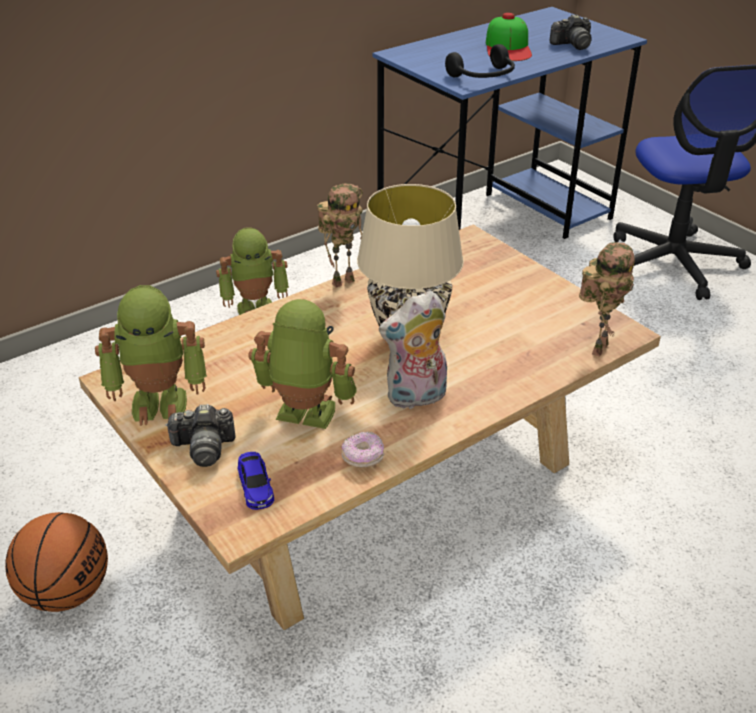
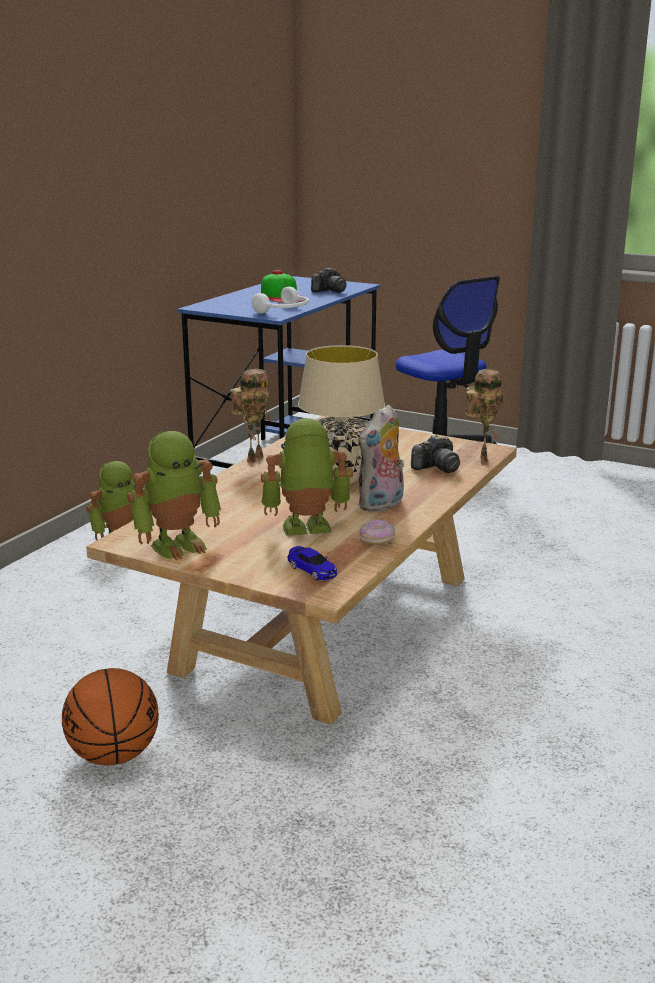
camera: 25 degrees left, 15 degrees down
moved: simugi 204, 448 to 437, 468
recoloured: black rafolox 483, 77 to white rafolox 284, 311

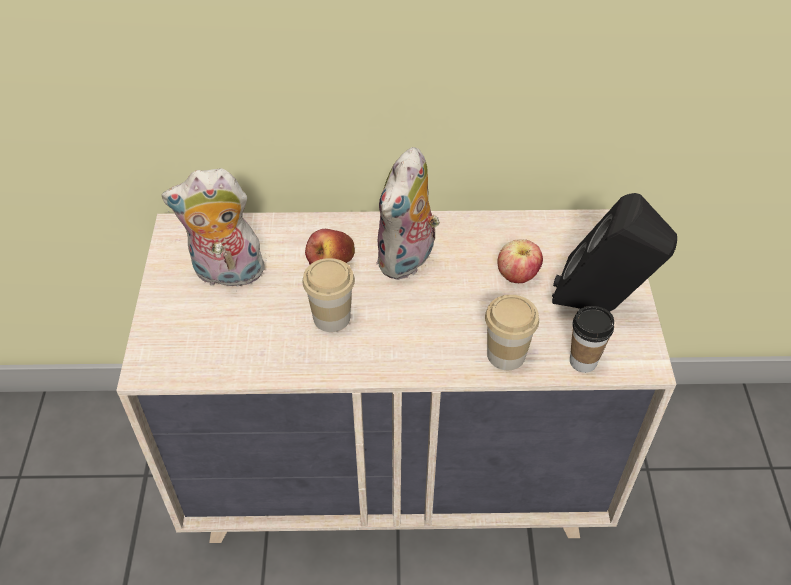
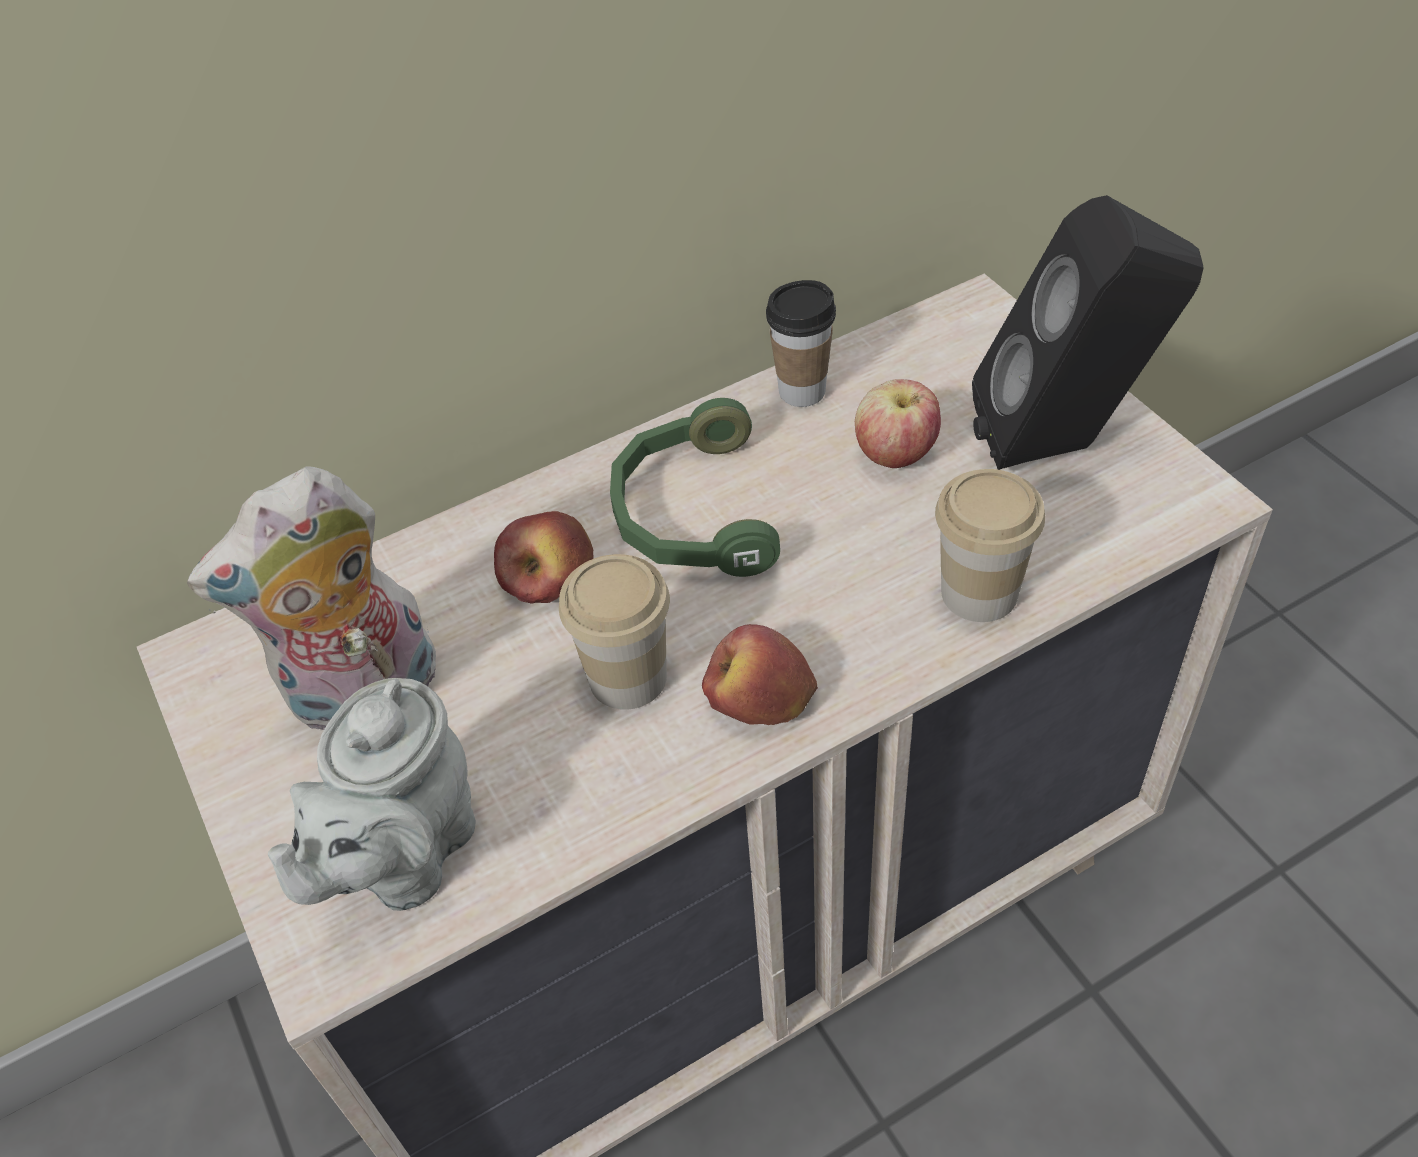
camera: 25 degrees left, 0 degrees up
added: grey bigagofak 404, 856; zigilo 759, 695
moved: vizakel 583, 361 to 802, 391
replaced: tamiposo 407, 260 to green rafolox 691, 513

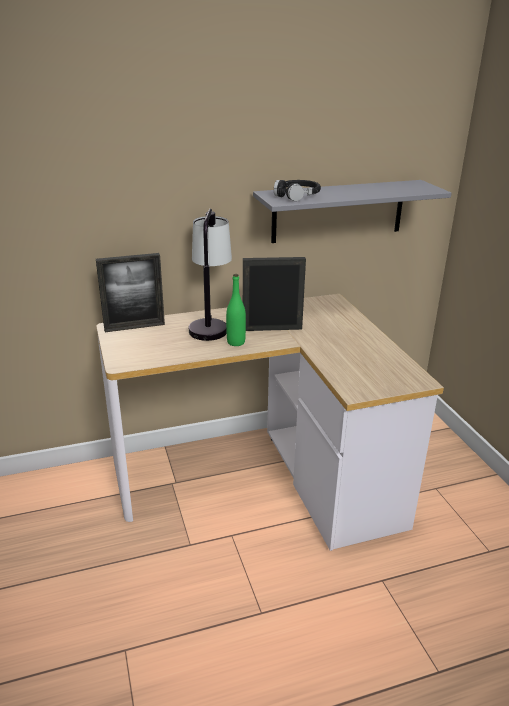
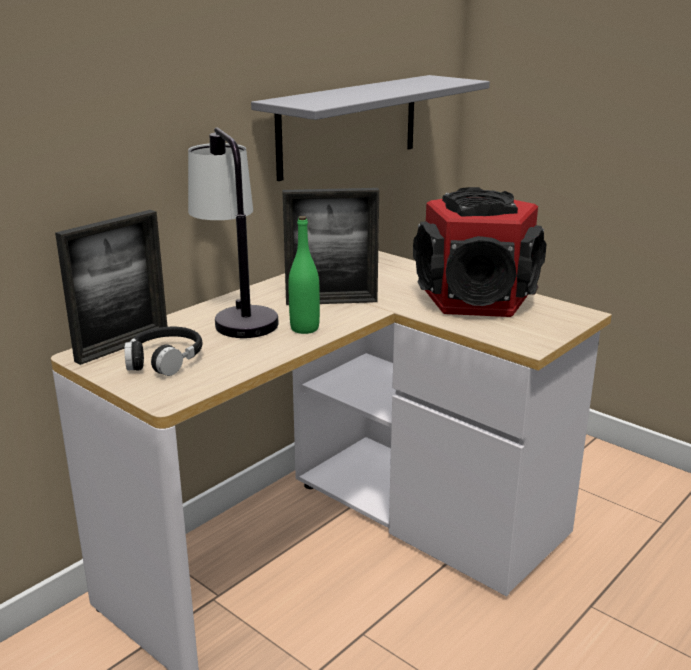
camera: 30 degrees left, 5 degrees down
added: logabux 477, 299
moved: black rafolox 297, 196 to 164, 360
turned: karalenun 272, 328 = 331, 302 150 degrees counterclockwise

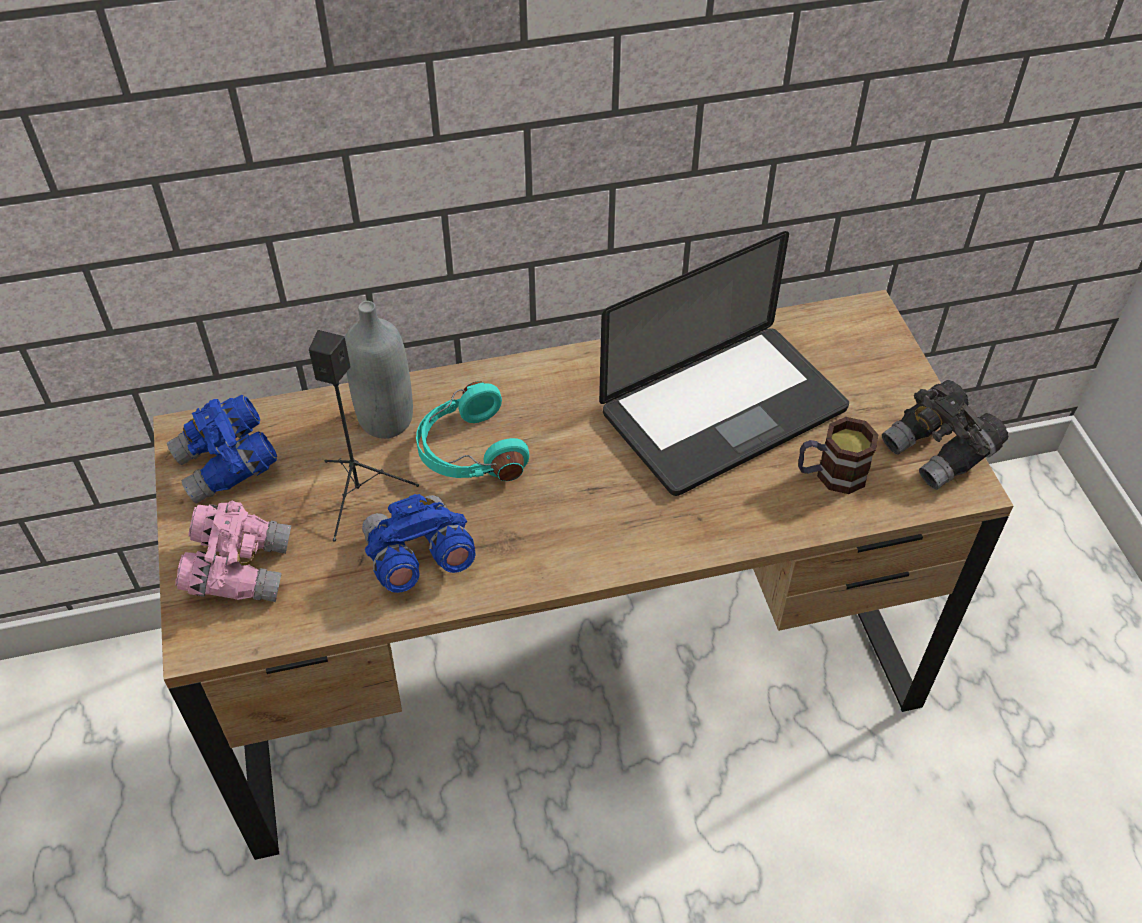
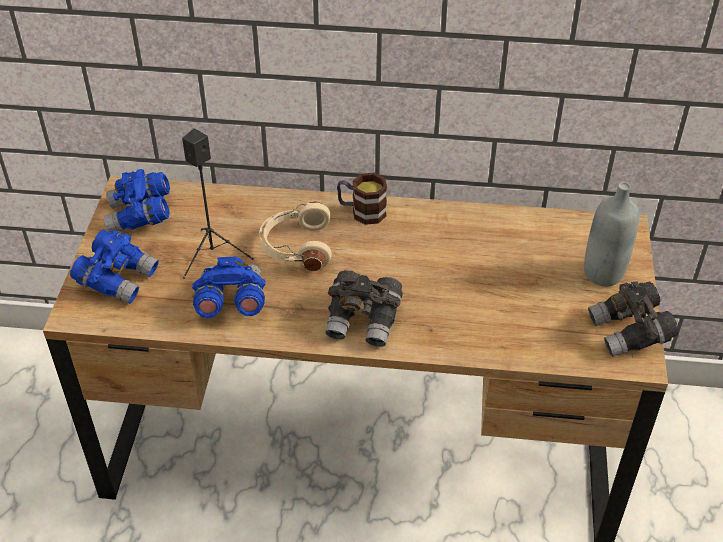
camera: 20 degrees right, 5 degrees down
removed: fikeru 723, 411
added: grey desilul 364, 320
moved: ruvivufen 830, 474 to 361, 211; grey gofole 386, 420 to 603, 273
recoloured: pink desilul 239, 569 to blue desilul 118, 279; turquoise rafolox 469, 451 to beige rafolox 296, 247

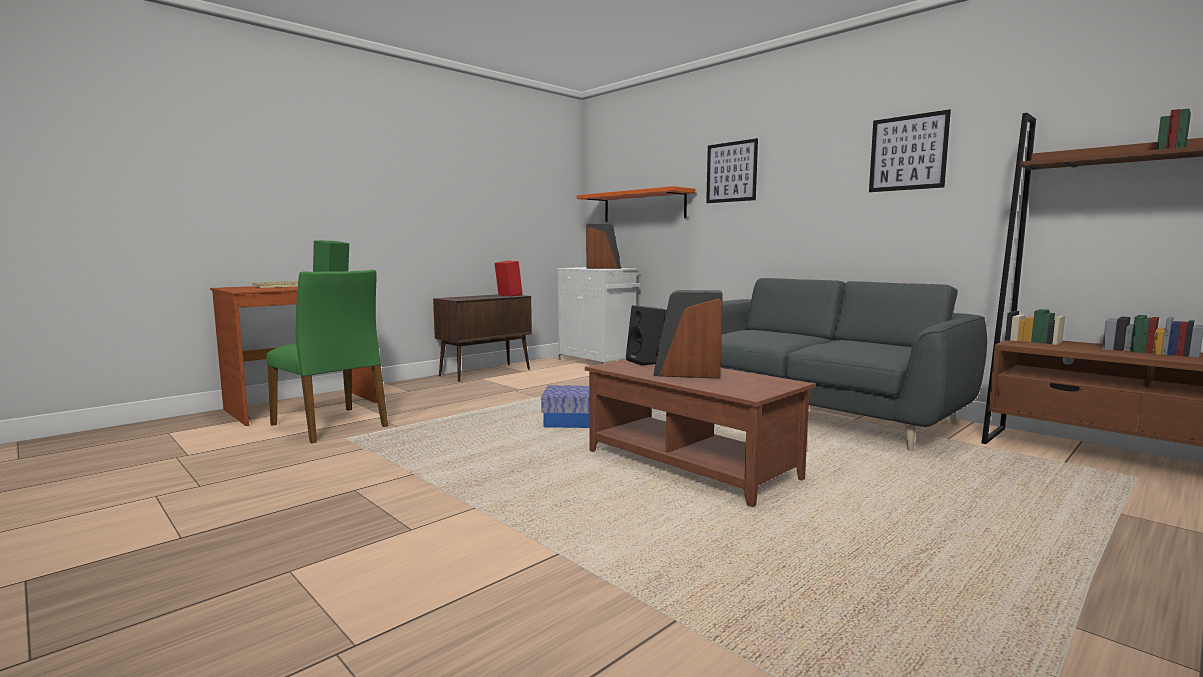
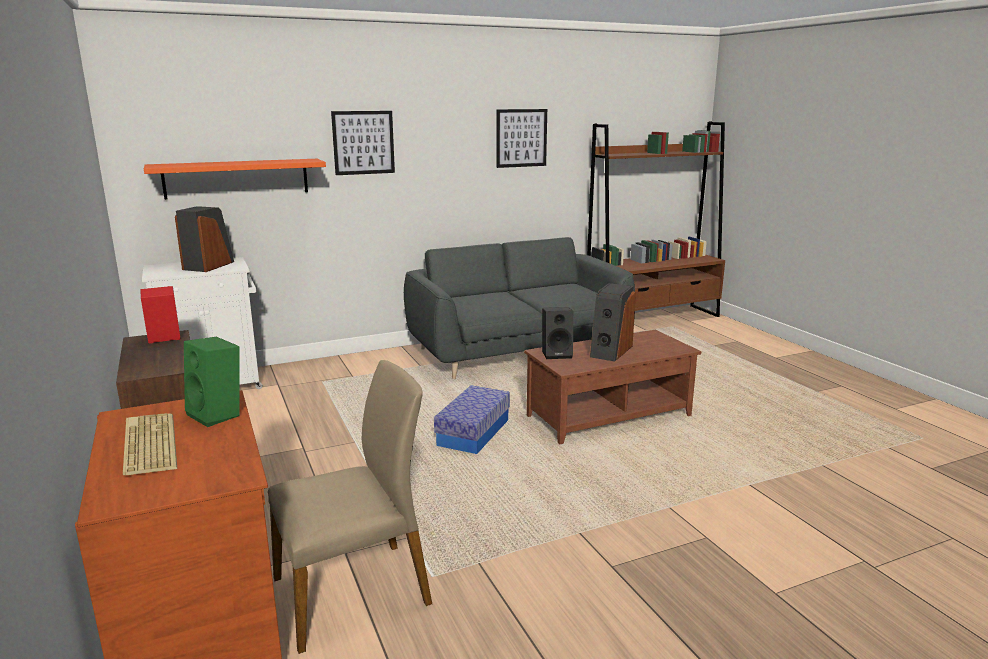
camera: 70 degrees left, 10 degrees up
recoloured: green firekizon 331, 425 to beige firekizon 353, 591

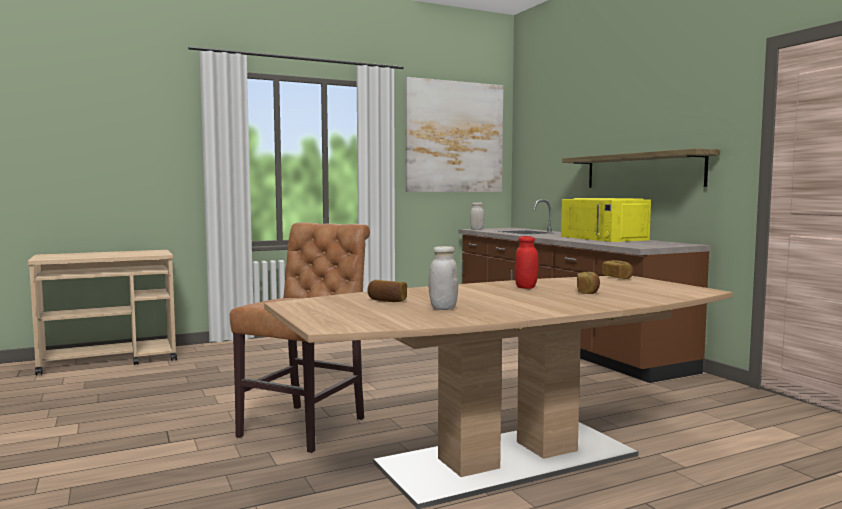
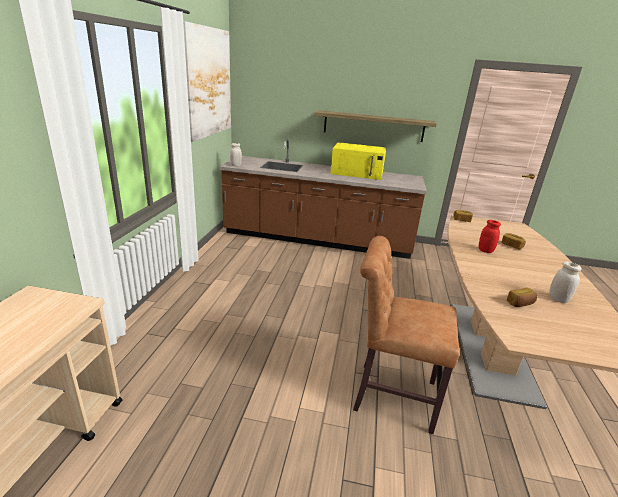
camera: 55 degrees left, 20 degrees up
turned: brown firekizon 307, 425 = 389, 394 45 degrees counterclockwise

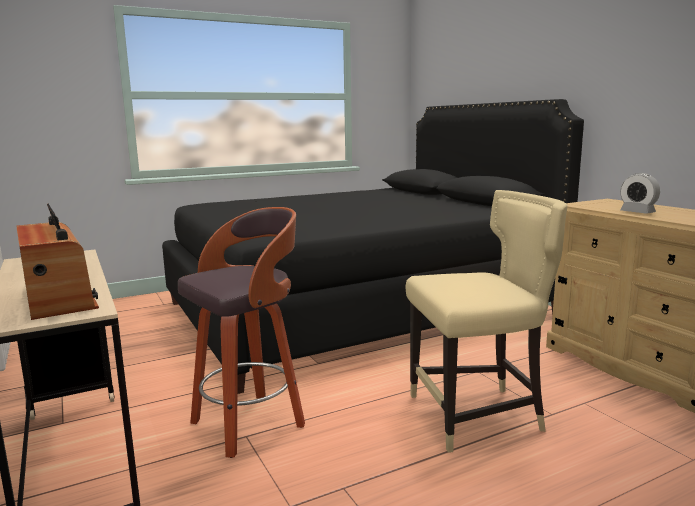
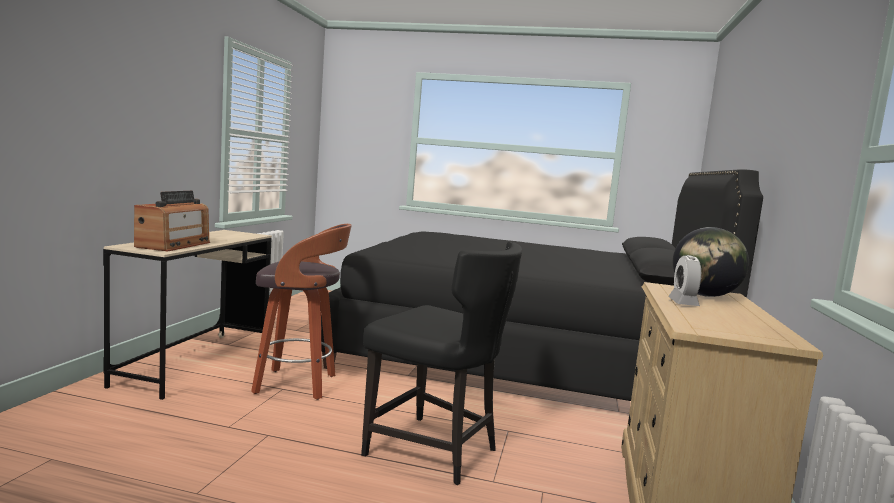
camera: 40 degrees right, 5 degrees down
added: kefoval 704, 295
recoloured: beige firekizon 478, 415 to black firekizon 435, 451

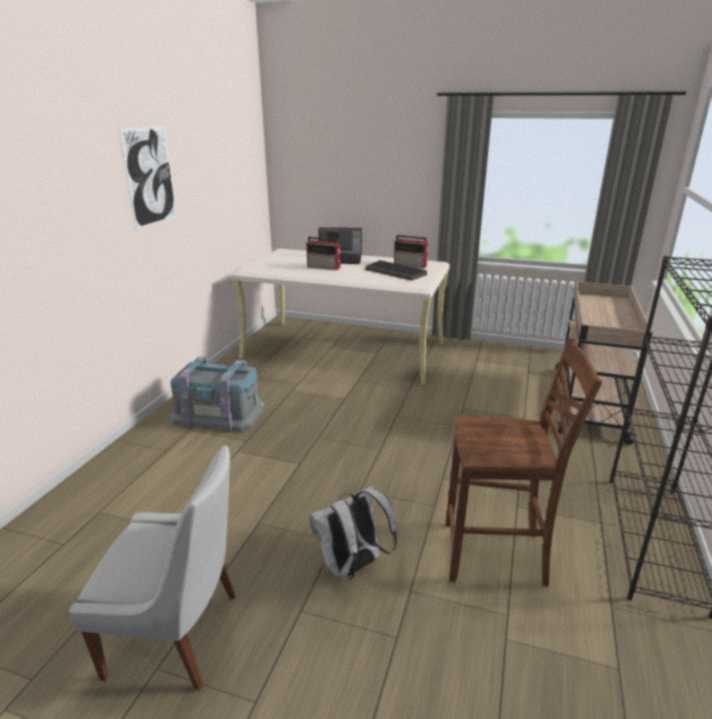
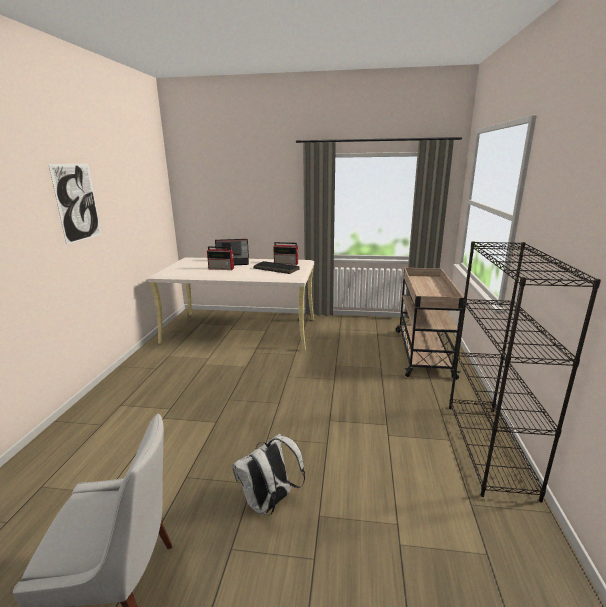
camera: 10 degrees left, 5 degrees down
removed: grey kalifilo 219, 414; brown firekizon 497, 556

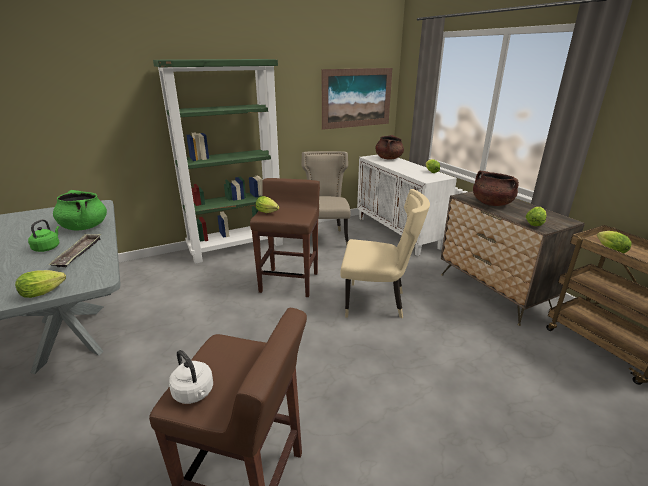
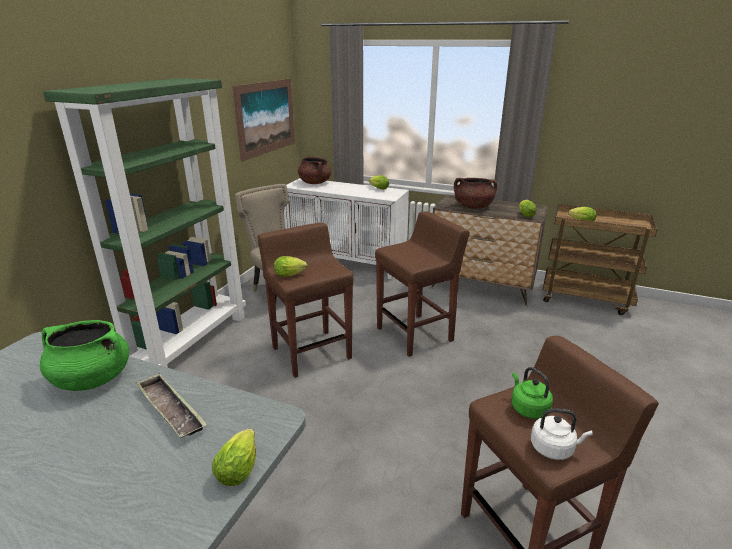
camera: 40 degrees left, 0 degrees up
moved: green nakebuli 48, 248 to 528, 408
replaced: beige firekizon 377, 302 to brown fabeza 415, 334

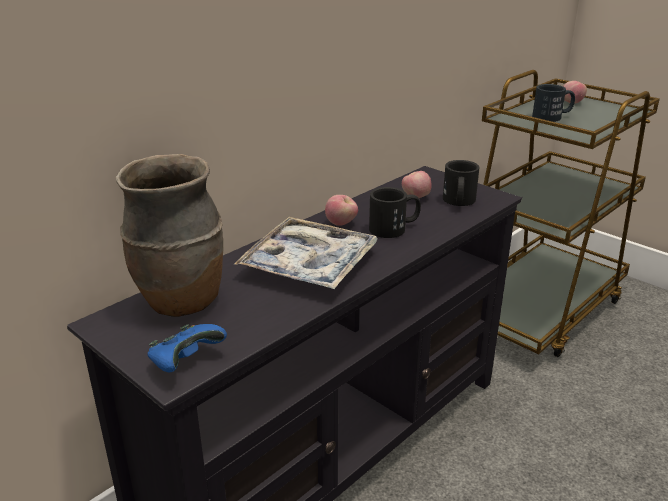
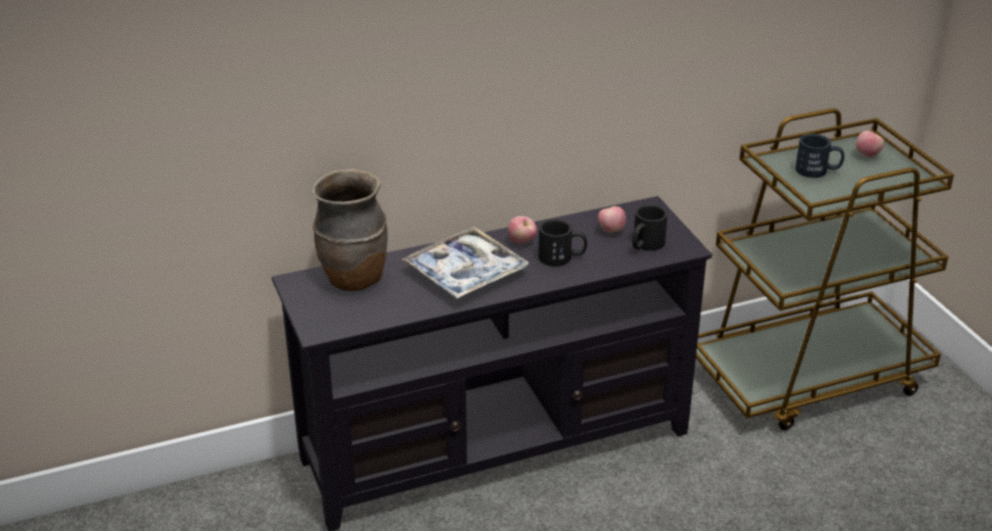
camera: 25 degrees right, 5 degrees up
removed: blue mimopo 186, 362

